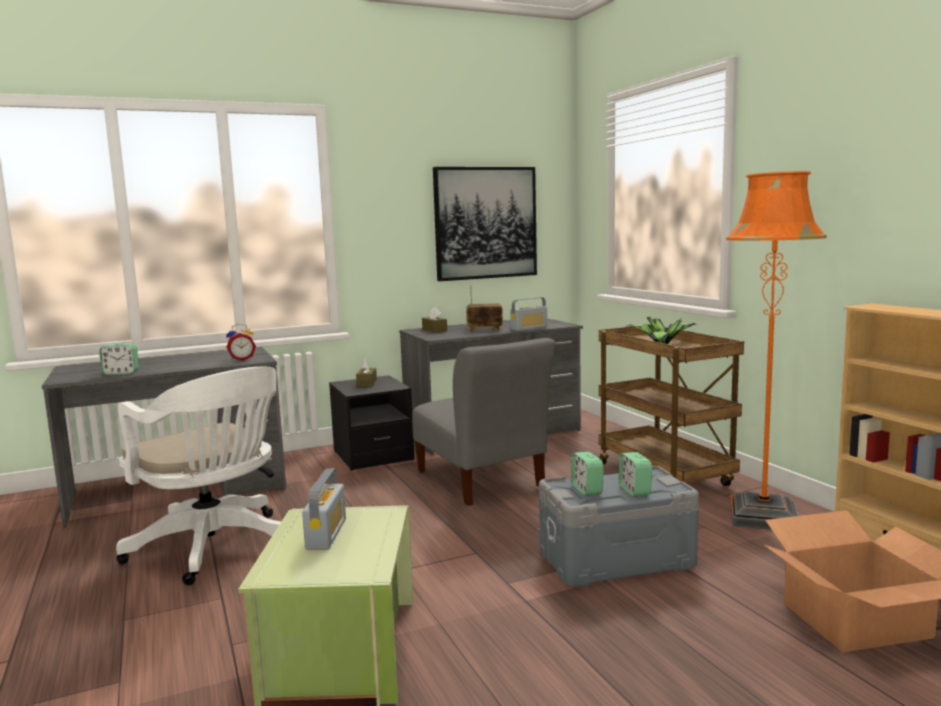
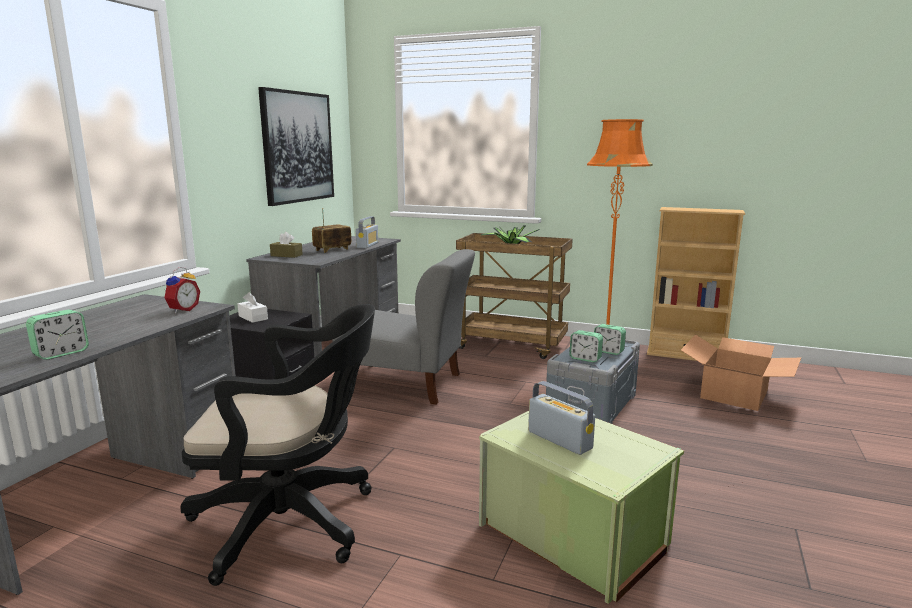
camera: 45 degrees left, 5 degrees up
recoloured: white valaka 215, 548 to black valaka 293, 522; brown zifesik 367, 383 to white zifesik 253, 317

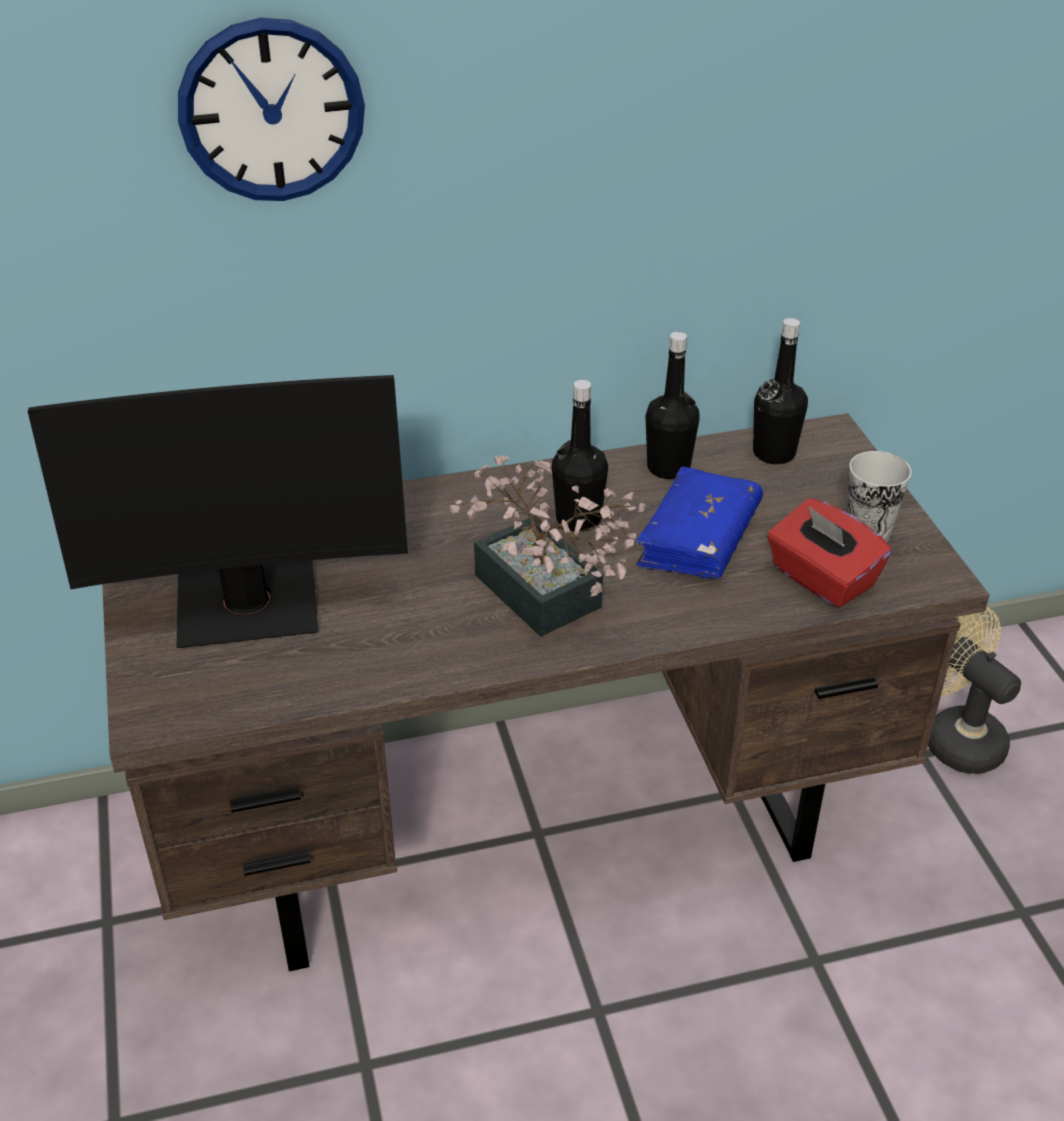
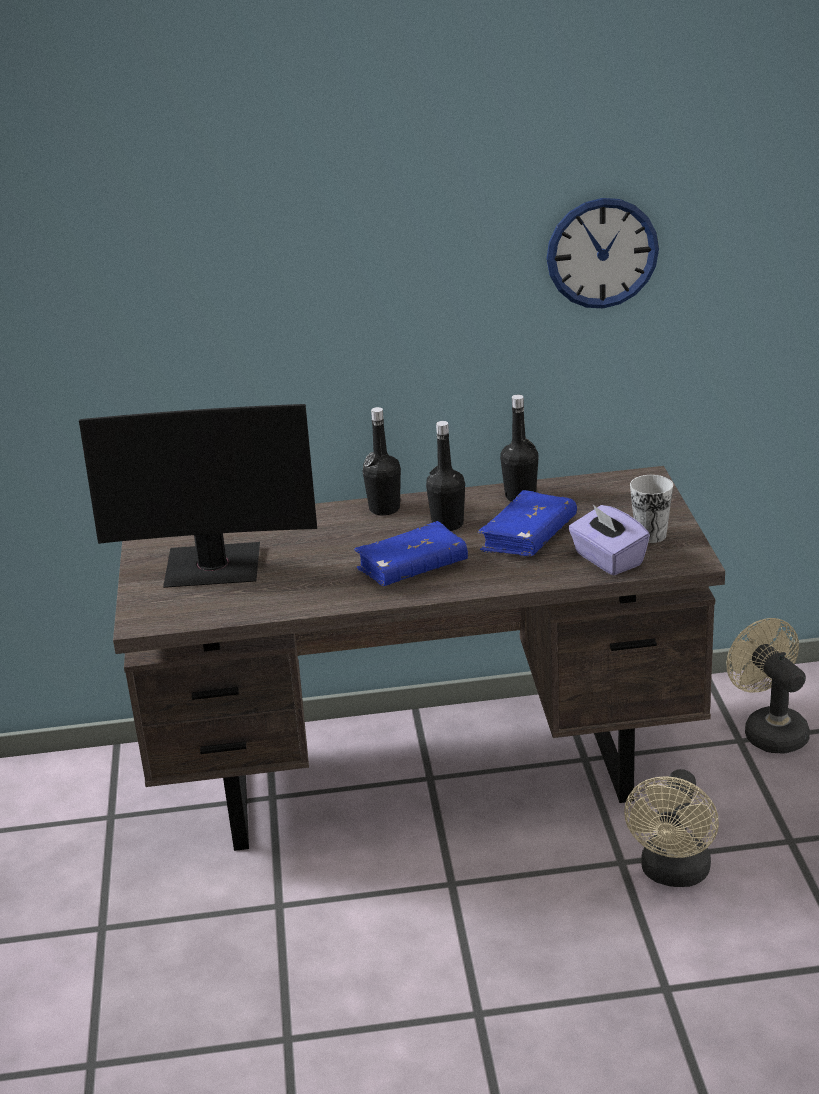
camera: 10 degrees right, 10 degrees down
added: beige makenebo 673, 874
moved: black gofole 774, 453 to 384, 509; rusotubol 272, 111 to 602, 253
replaced: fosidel 545, 600 to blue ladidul 412, 568
recoloured: red zifesik 821, 579 to purple zifesik 607, 560

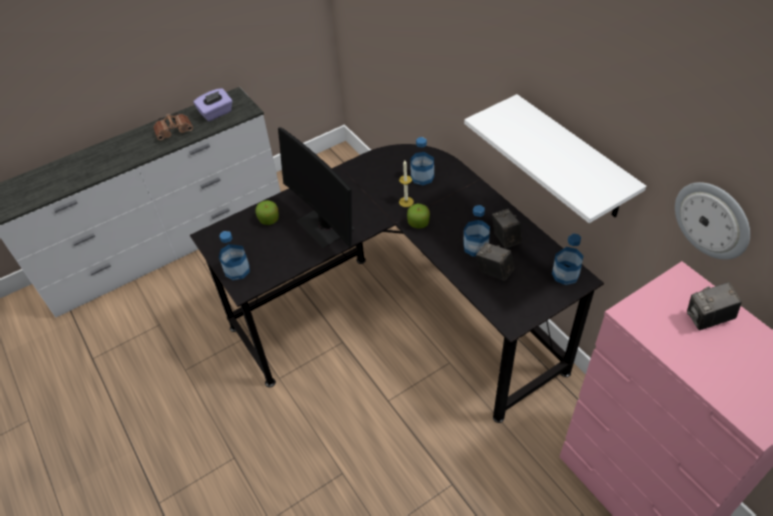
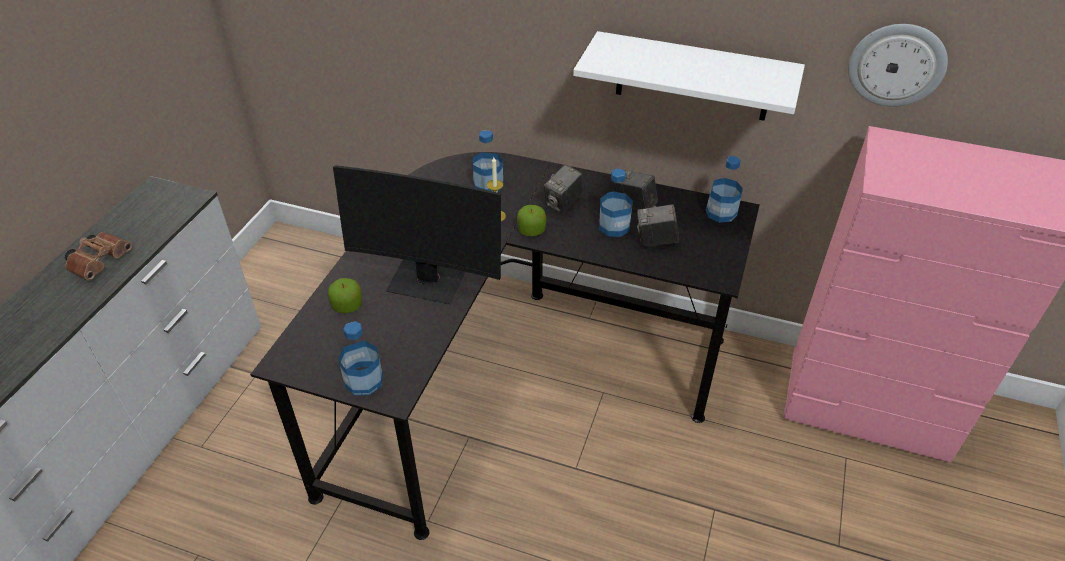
camera: 40 degrees left, 5 degrees down
removed: purple zifesik 216, 113
moved: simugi 707, 319 to 563, 204

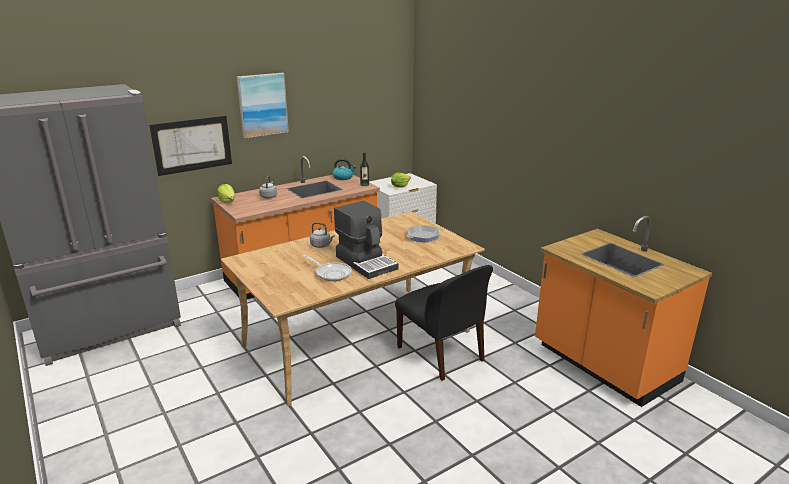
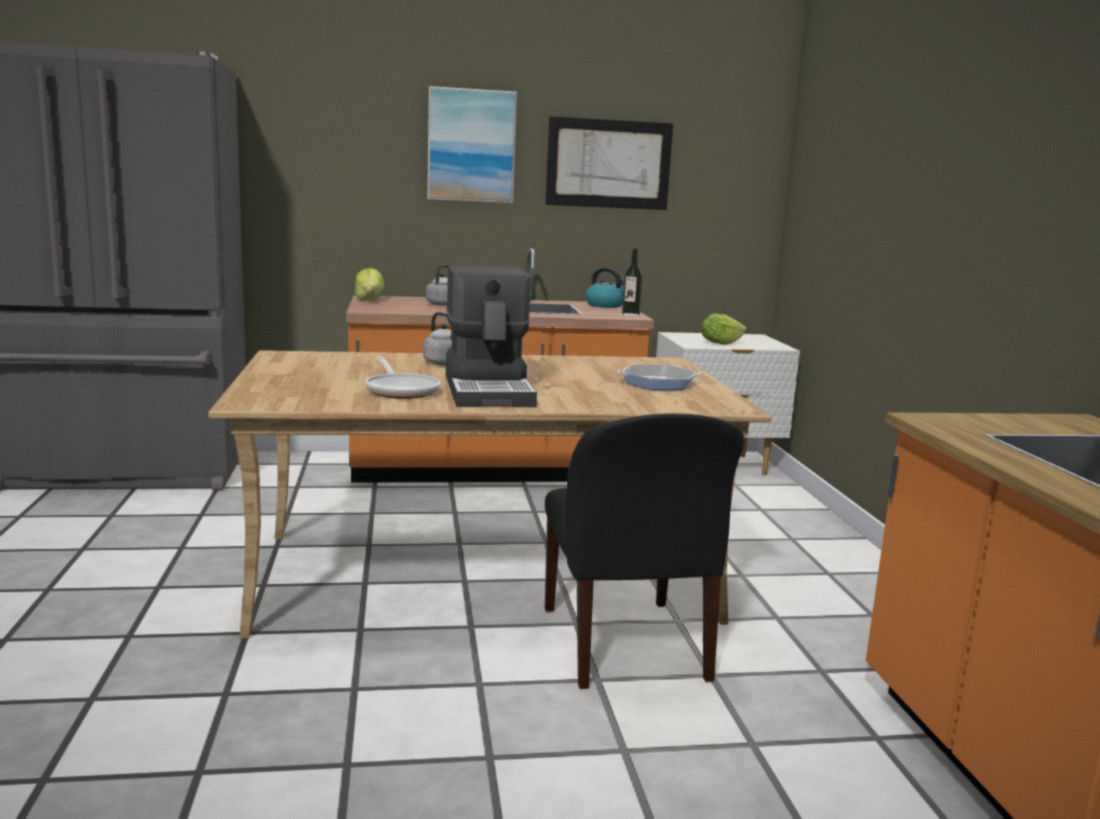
camera: 25 degrees right, 10 degrees down
moved: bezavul 192, 145 to 608, 164

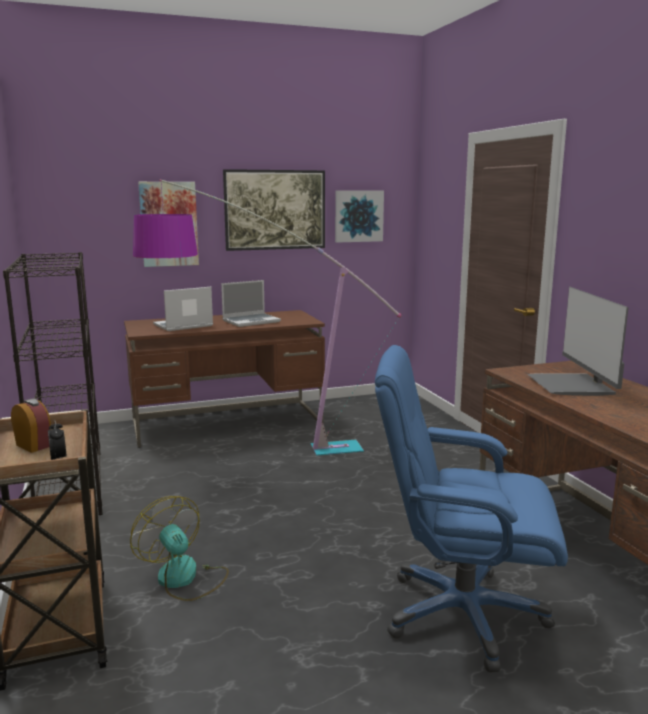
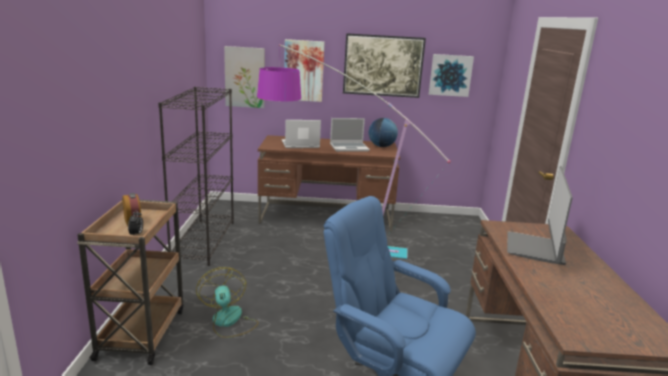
camera: 20 degrees right, 5 degrees up
added: bezavul 245, 77; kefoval 381, 146

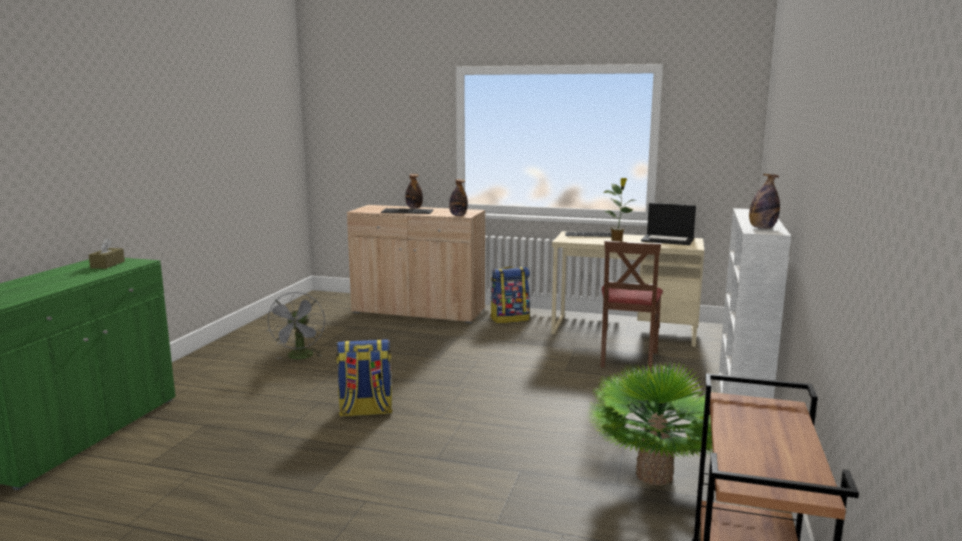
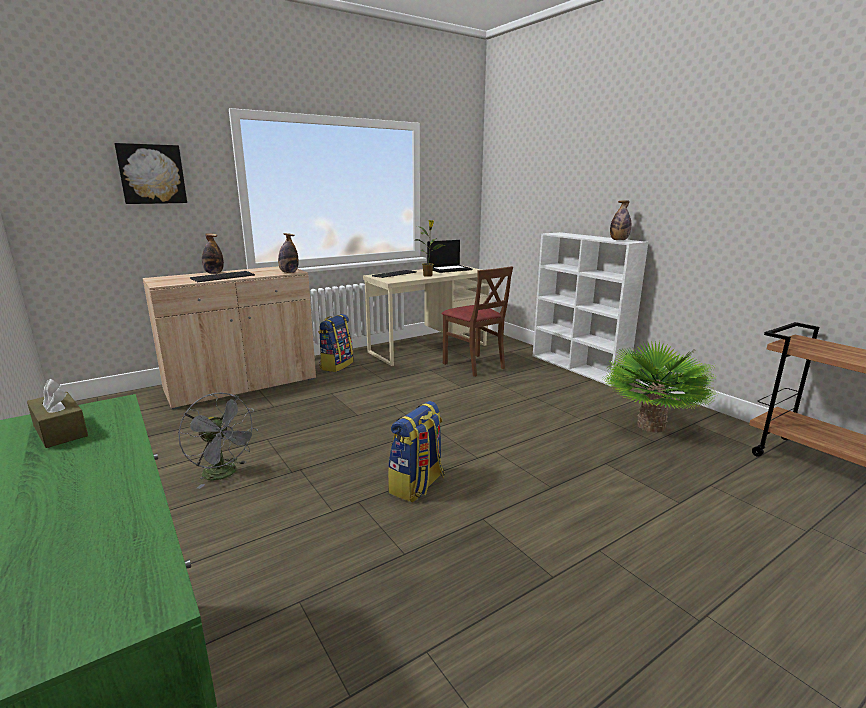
camera: 50 degrees left, 5 degrees up
added: bezavul 152, 174

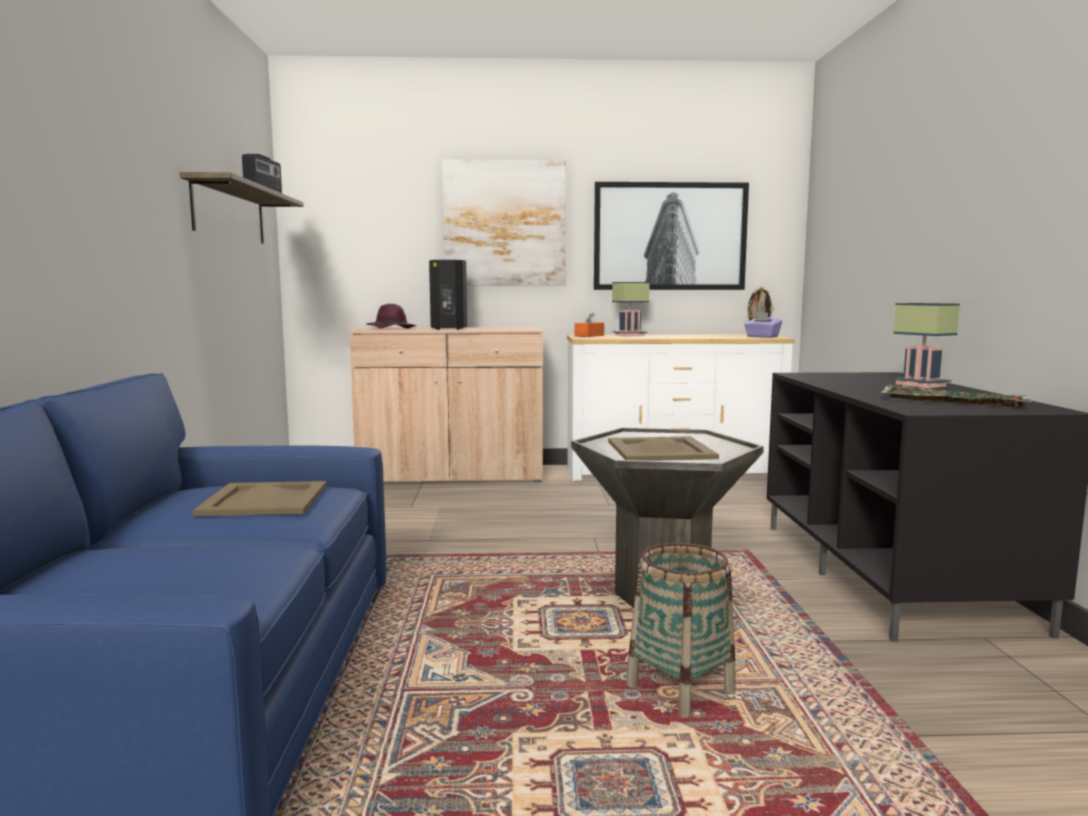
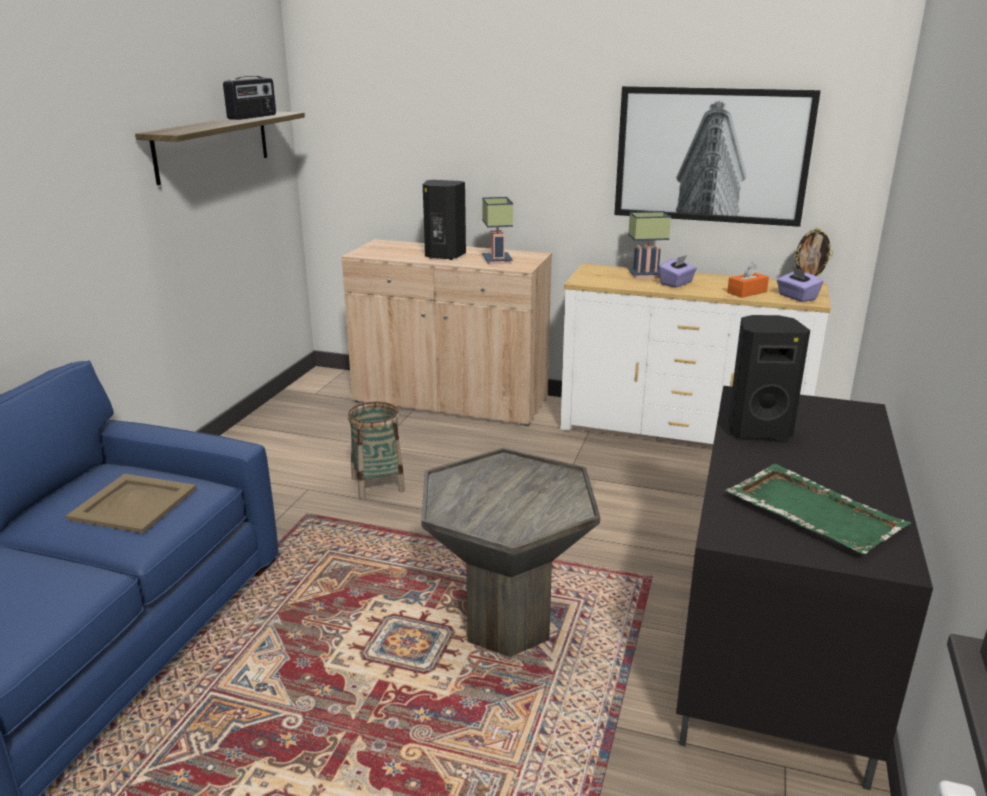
camera: 20 degrees right, 15 degrees up
removed: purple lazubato 390, 329; bezavul 504, 224; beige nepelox 661, 450
added: purple zifesik 676, 283; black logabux 757, 429
moved: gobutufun 680, 690 to 377, 484; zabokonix 923, 385 to 499, 261; orange zifesik 589, 336 to 747, 292

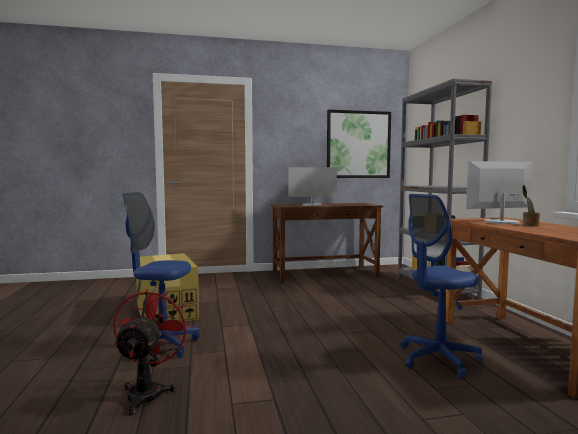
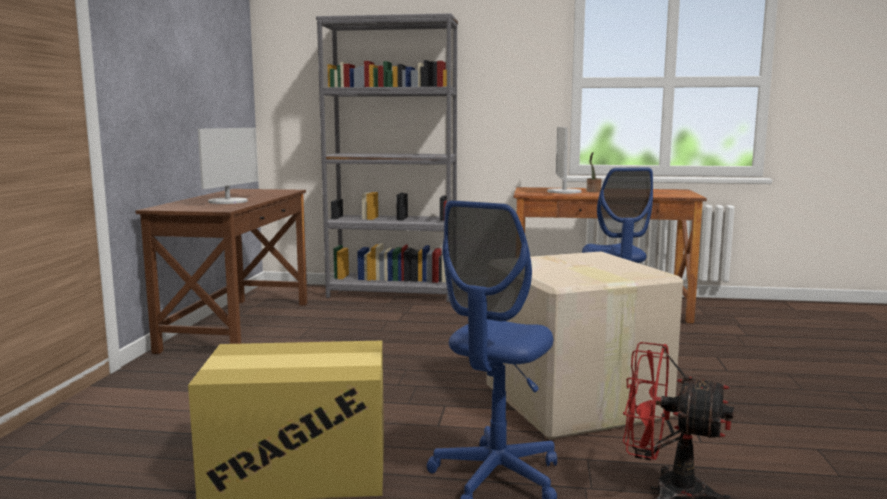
camera: 70 degrees left, 5 degrees up
removed: bezavul 358, 144
added: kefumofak 574, 403

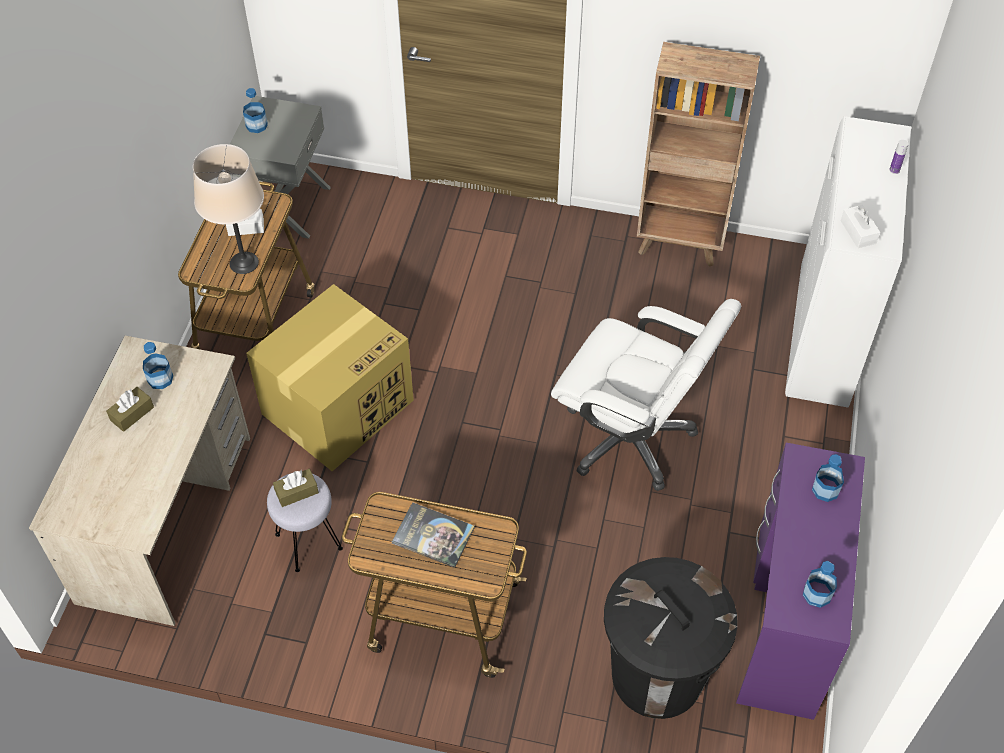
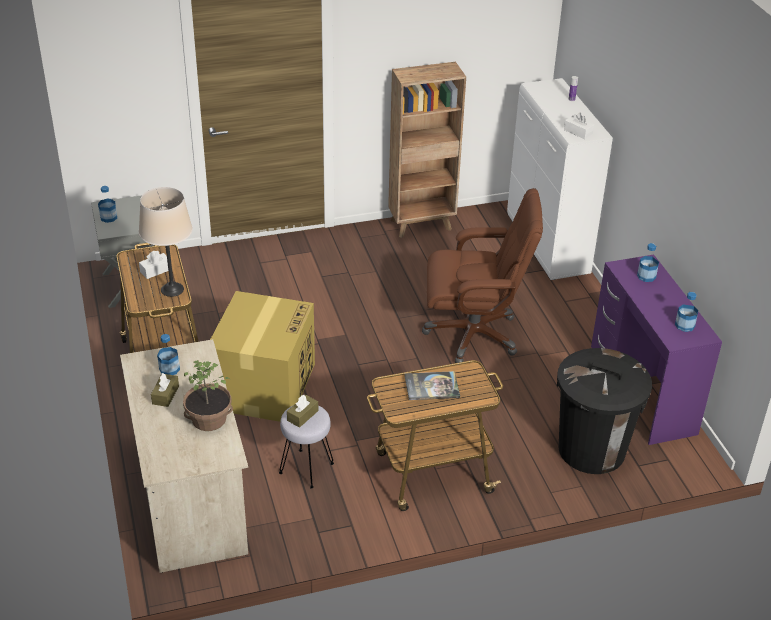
camera: 30 degrees left, 15 degrees down
added: fosidel 209, 419
recoloured: white valaka 630, 438 to brown valaka 474, 334

